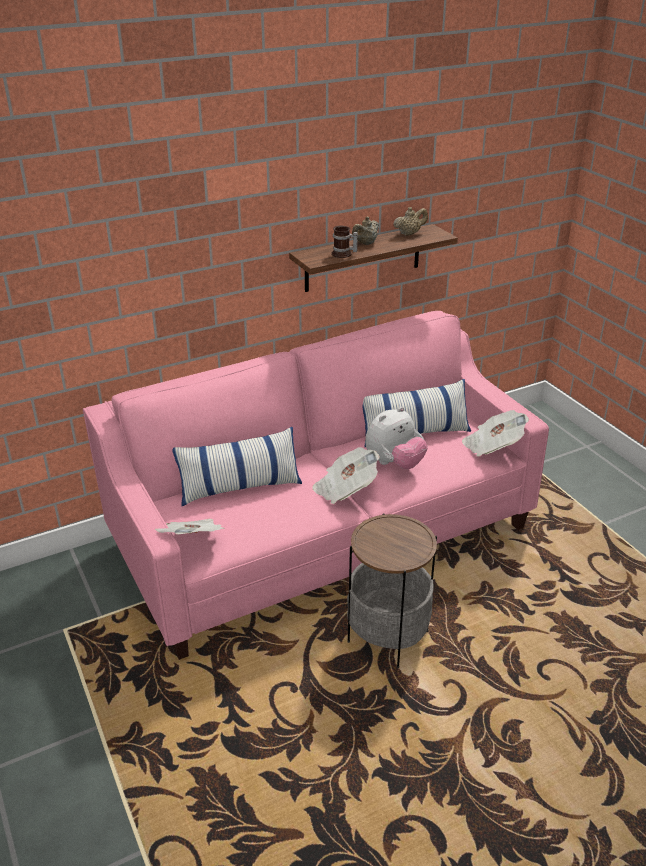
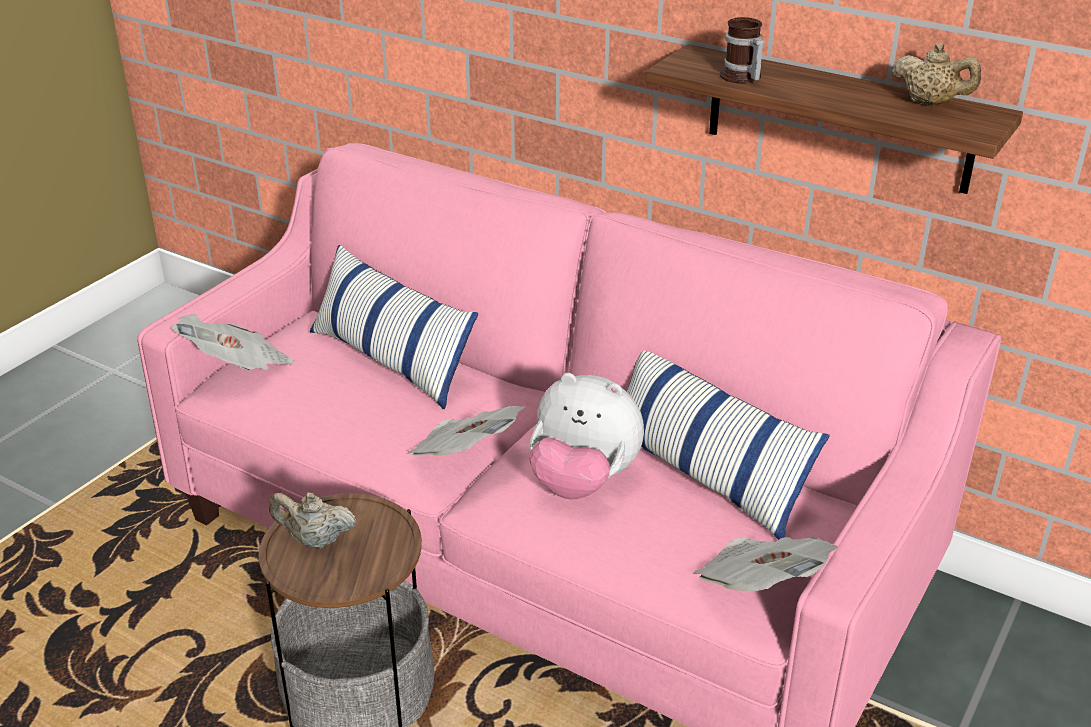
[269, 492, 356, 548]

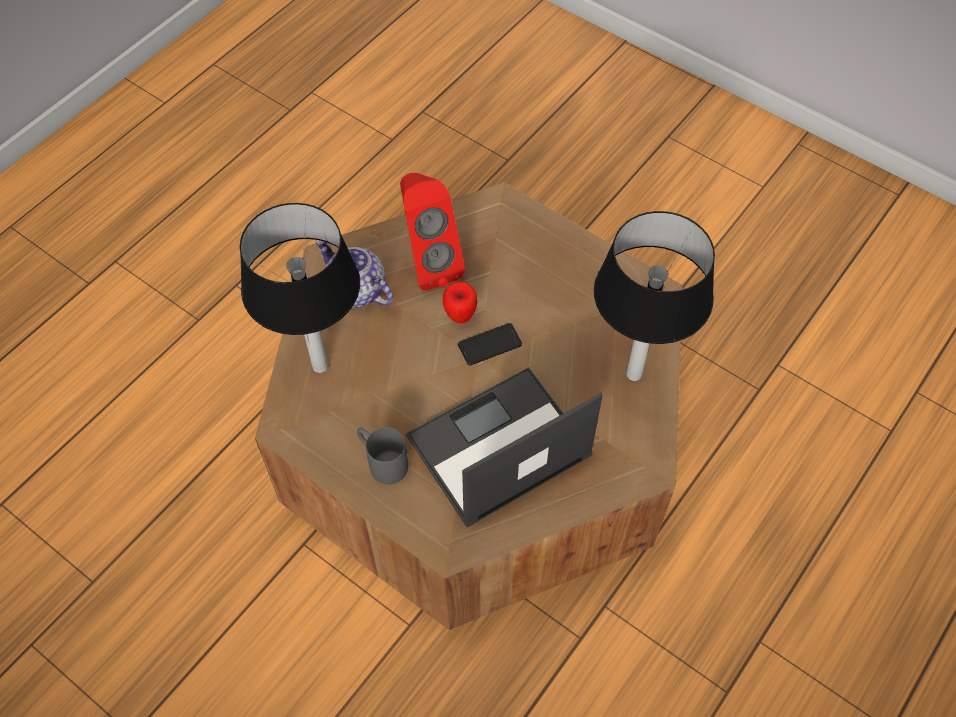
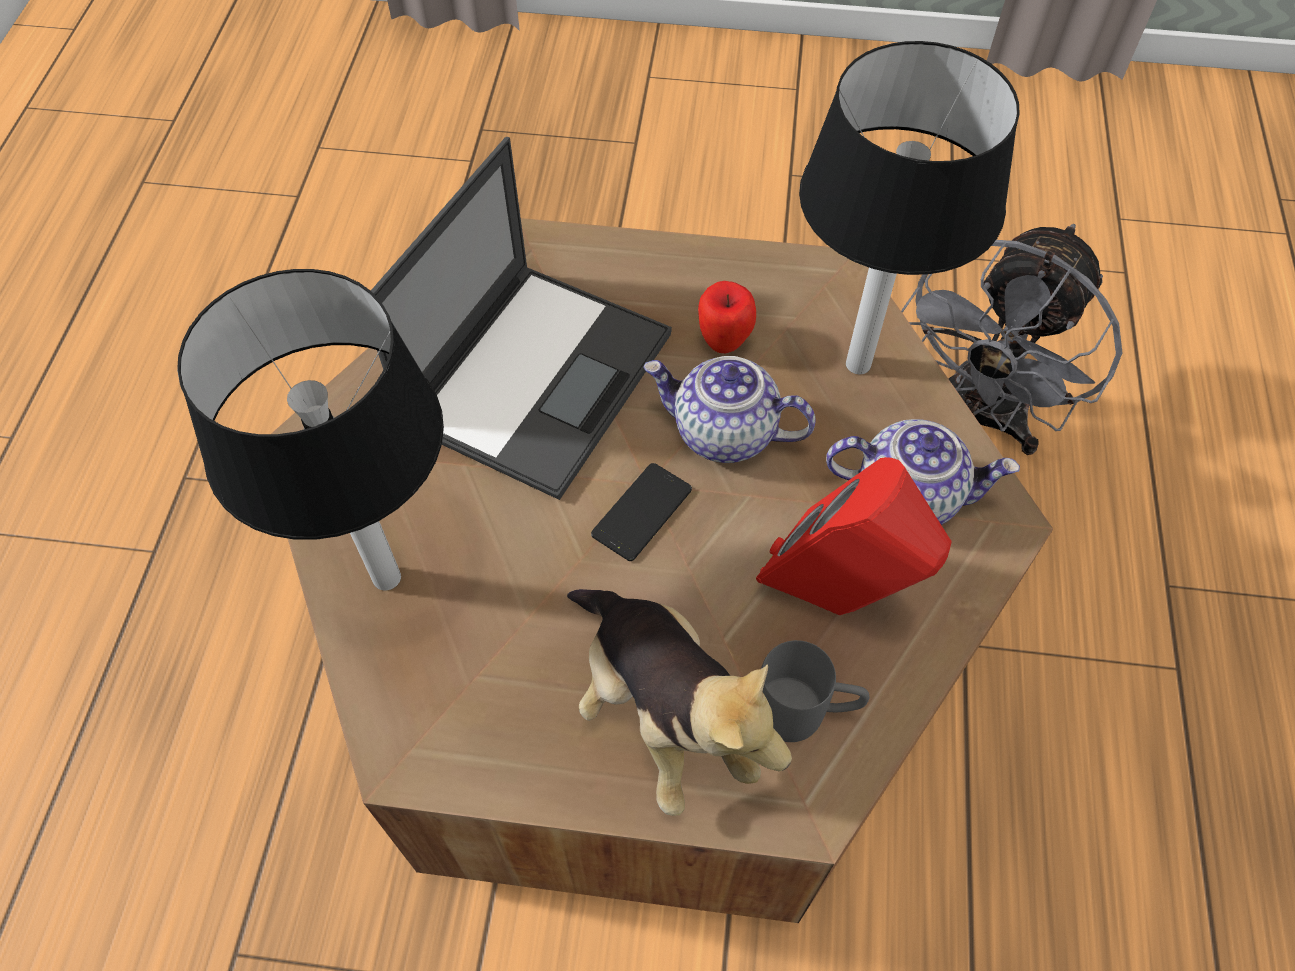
[567, 589, 792, 816]
[643, 356, 816, 463]
[698, 281, 756, 353]
[761, 640, 870, 742]
[901, 224, 1122, 455]

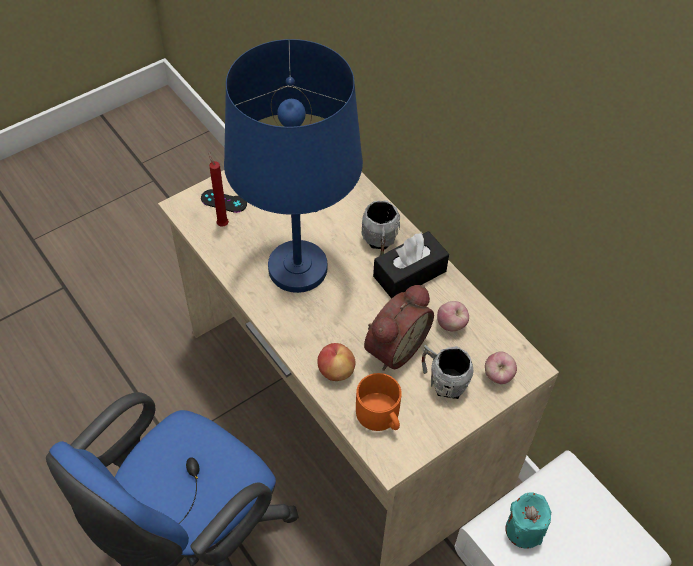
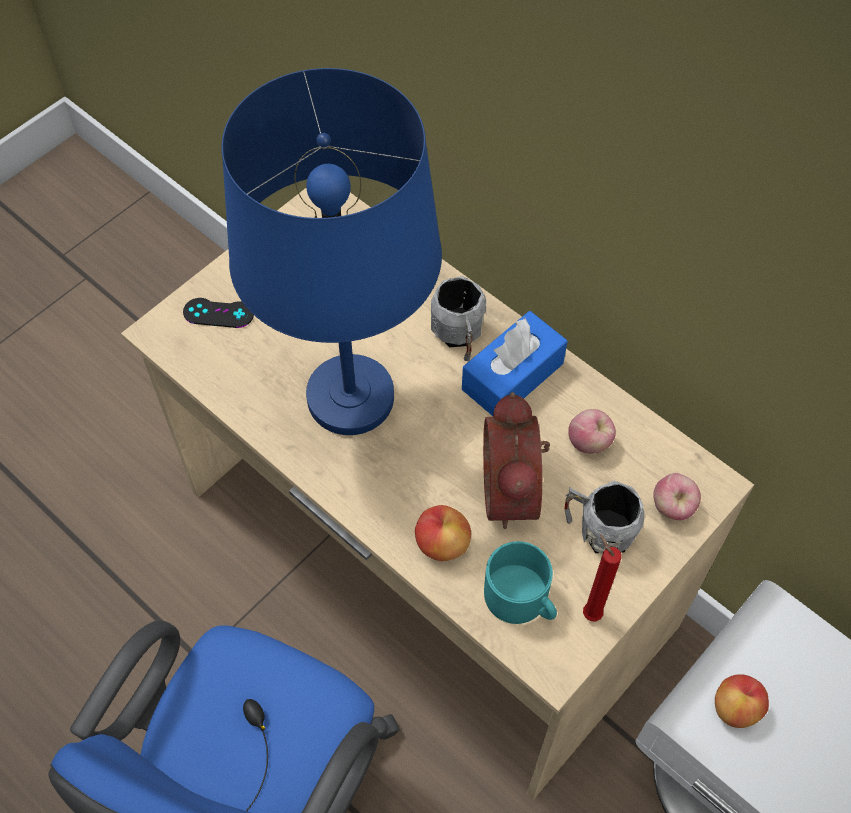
[462, 311, 568, 416]
[483, 392, 550, 529]
[484, 541, 557, 624]
[583, 534, 622, 622]
[715, 674, 769, 728]

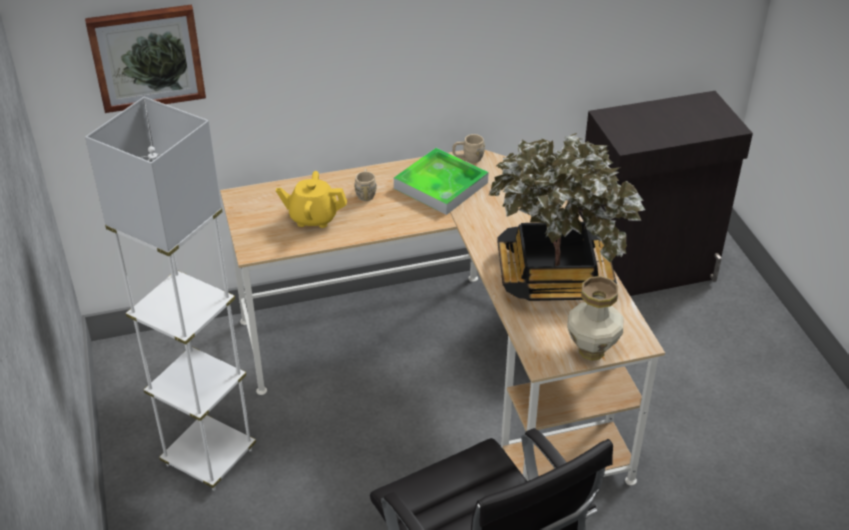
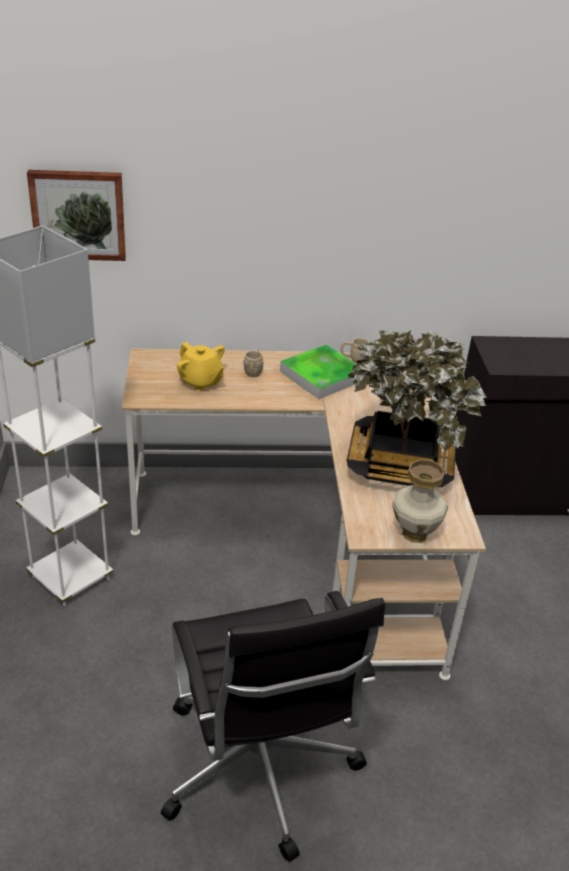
[177, 342, 225, 391]

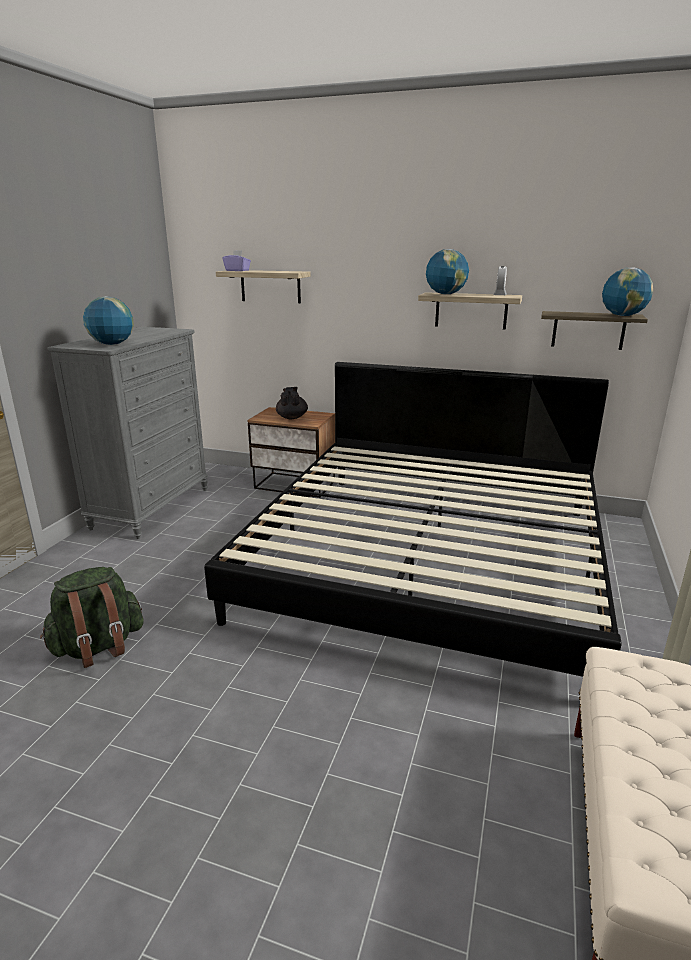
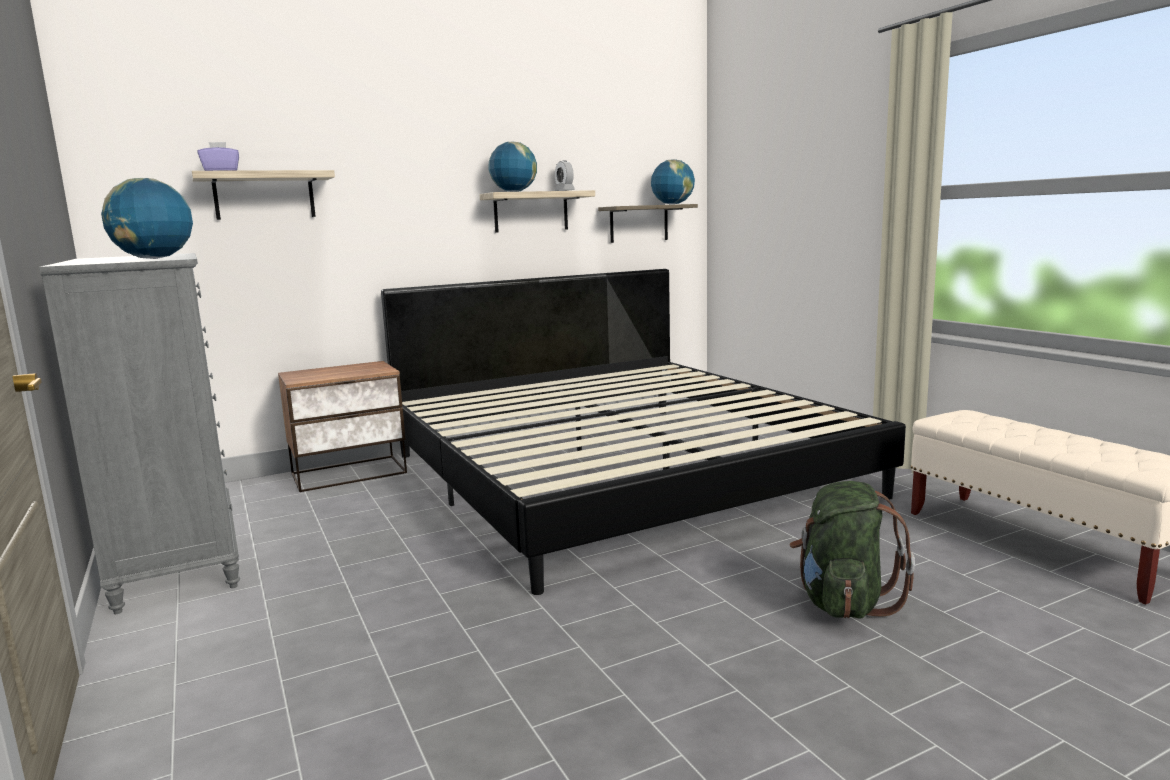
[790, 481, 915, 619]
[276, 387, 308, 419] (first image)

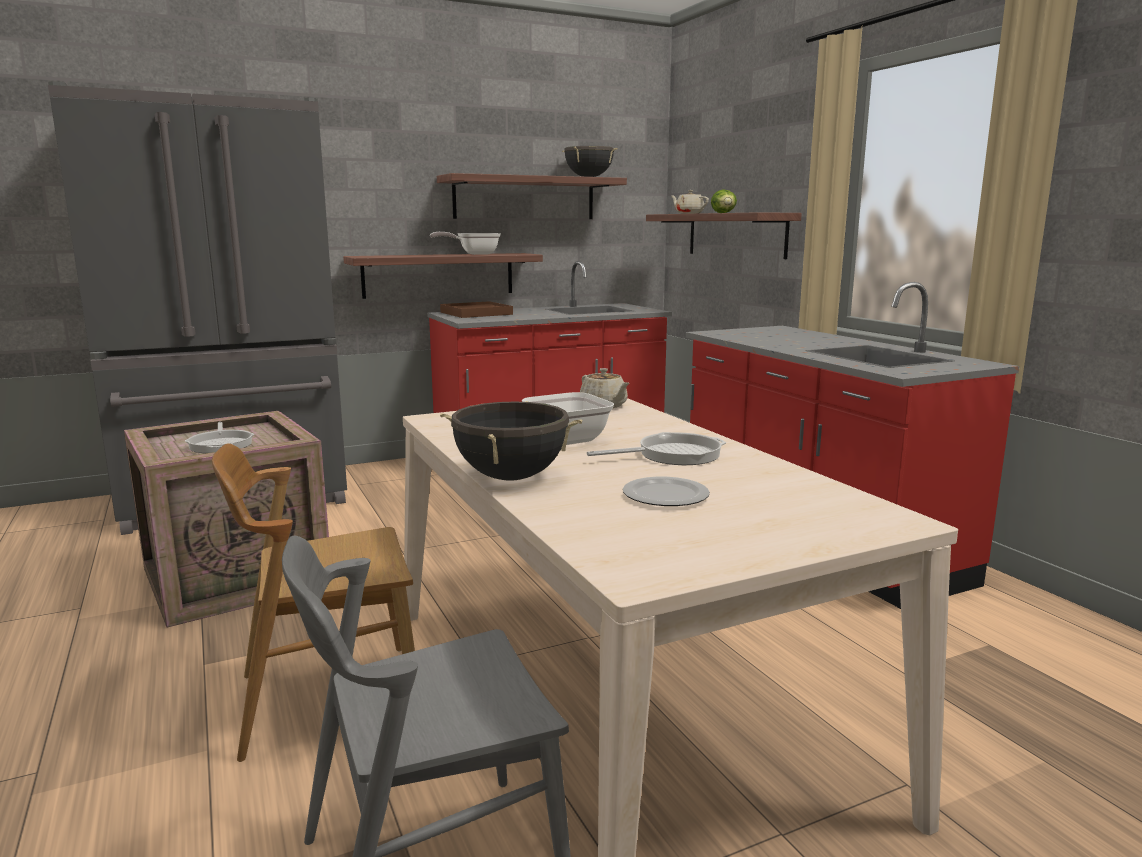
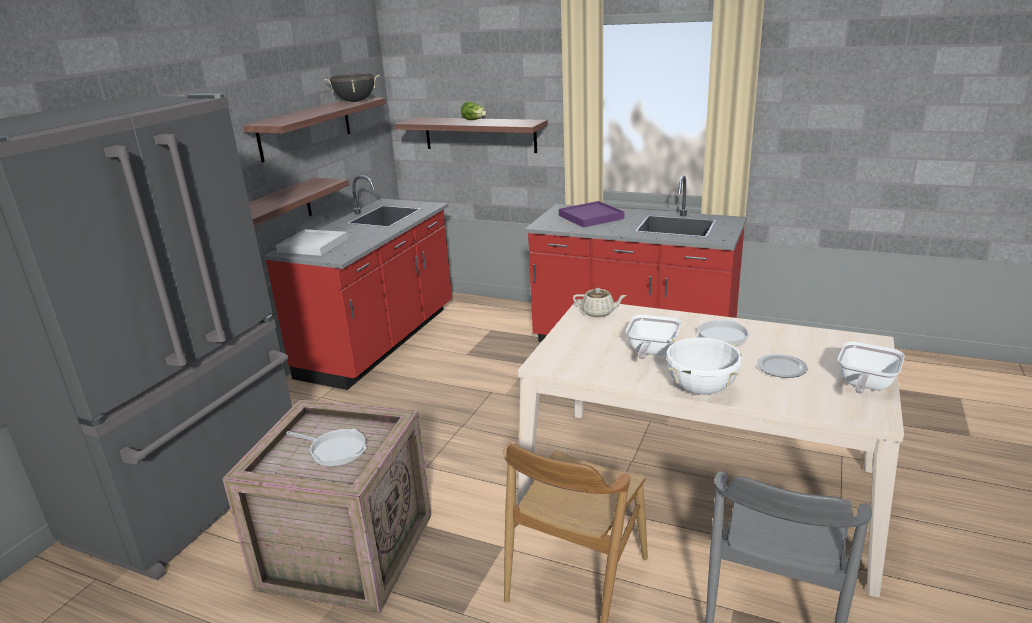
[276, 229, 348, 256]
[559, 201, 624, 228]
[666, 338, 742, 395]
[837, 342, 905, 394]
[671, 190, 709, 214] (first image)

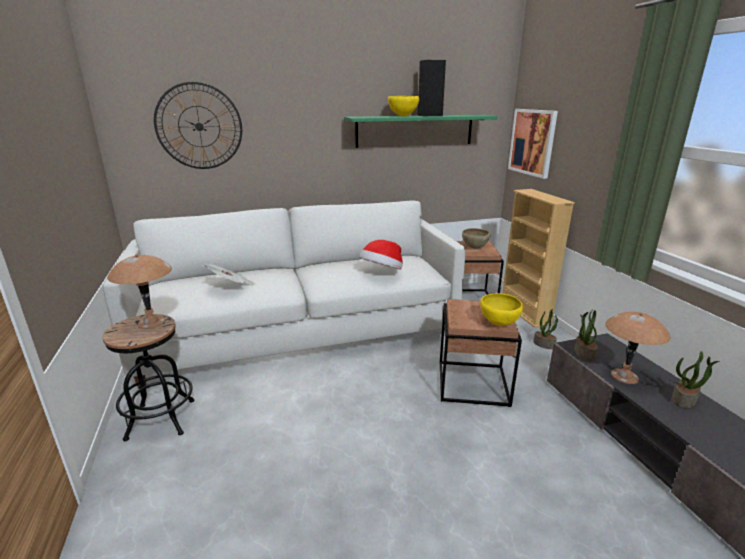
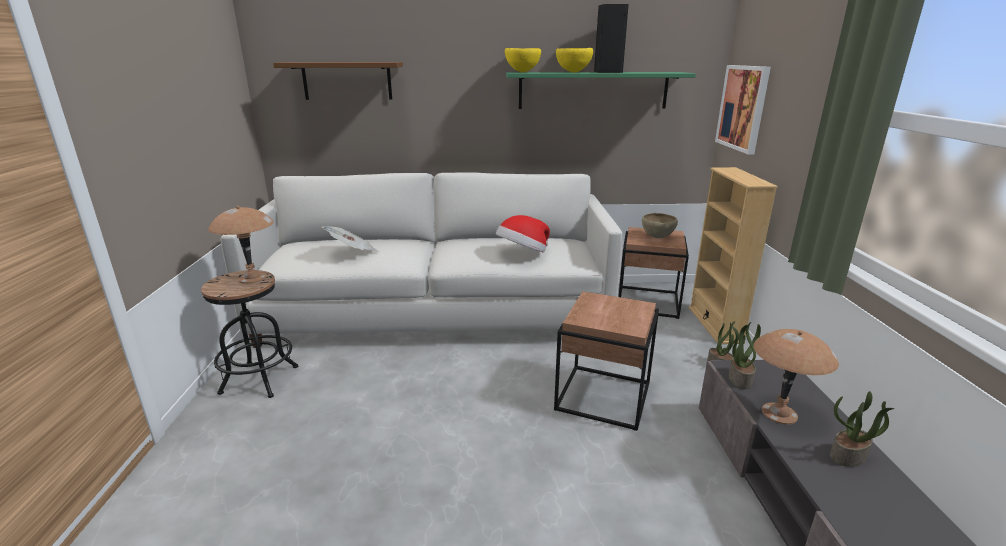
[273, 62, 403, 100]
[505, 48, 541, 72]

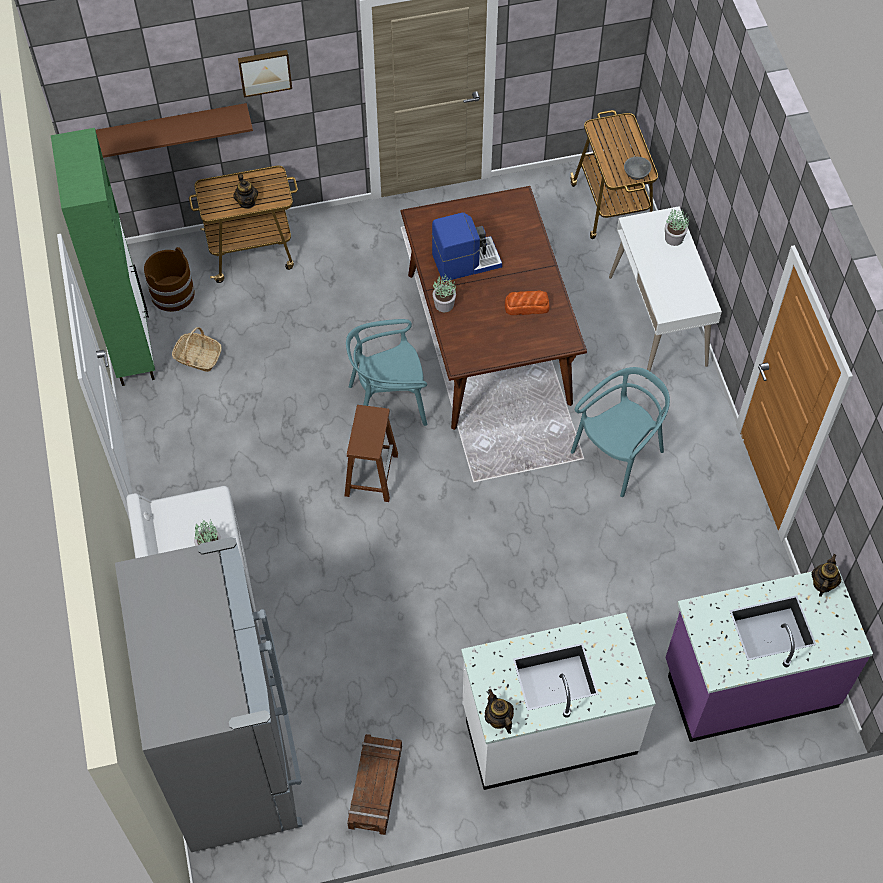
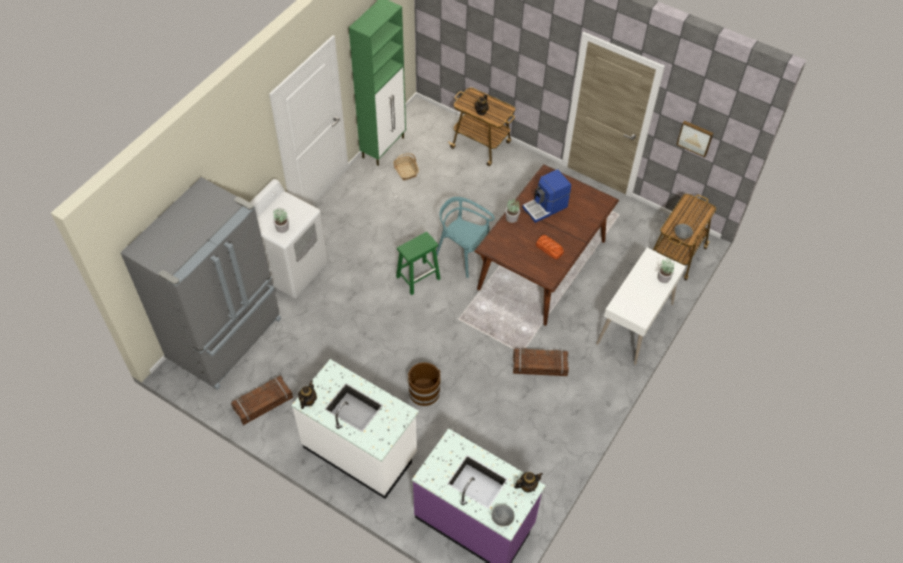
[396, 232, 440, 295]
[408, 362, 441, 406]
[491, 505, 515, 527]
[513, 348, 569, 376]
[522, 169, 571, 223]
[676, 121, 714, 157]
[96, 103, 253, 158] (first image)

